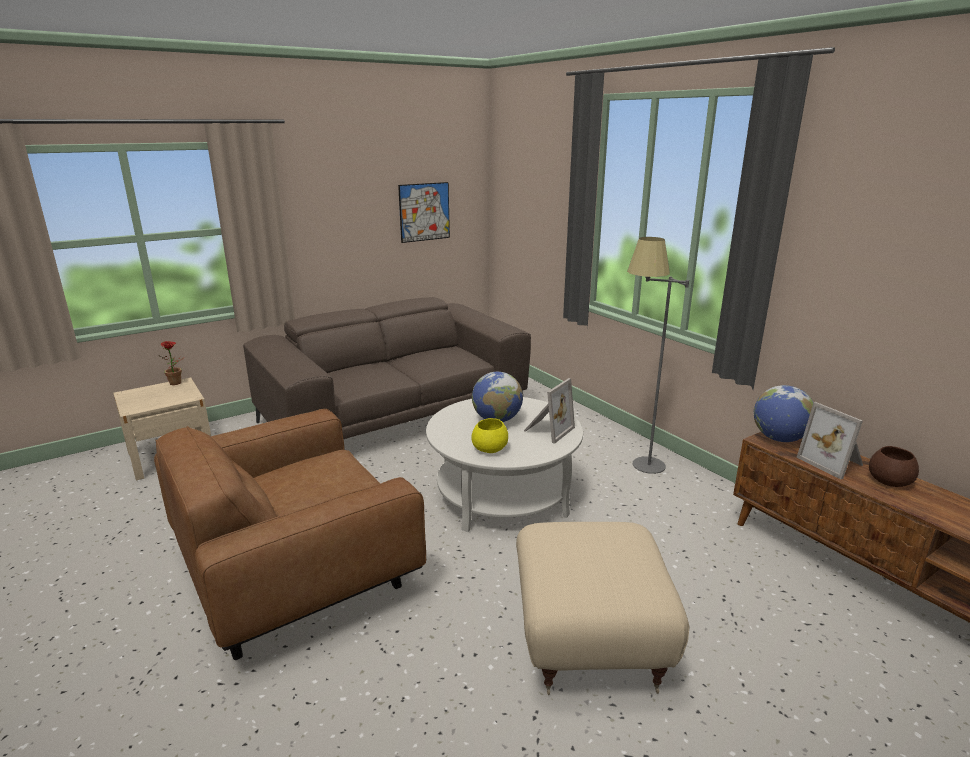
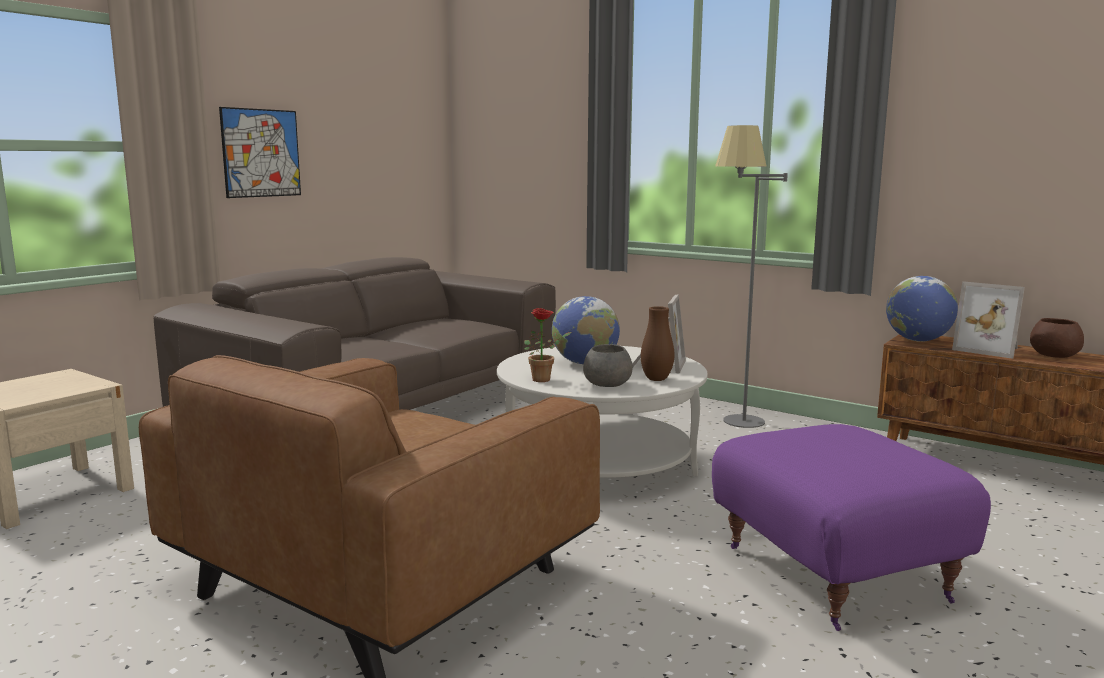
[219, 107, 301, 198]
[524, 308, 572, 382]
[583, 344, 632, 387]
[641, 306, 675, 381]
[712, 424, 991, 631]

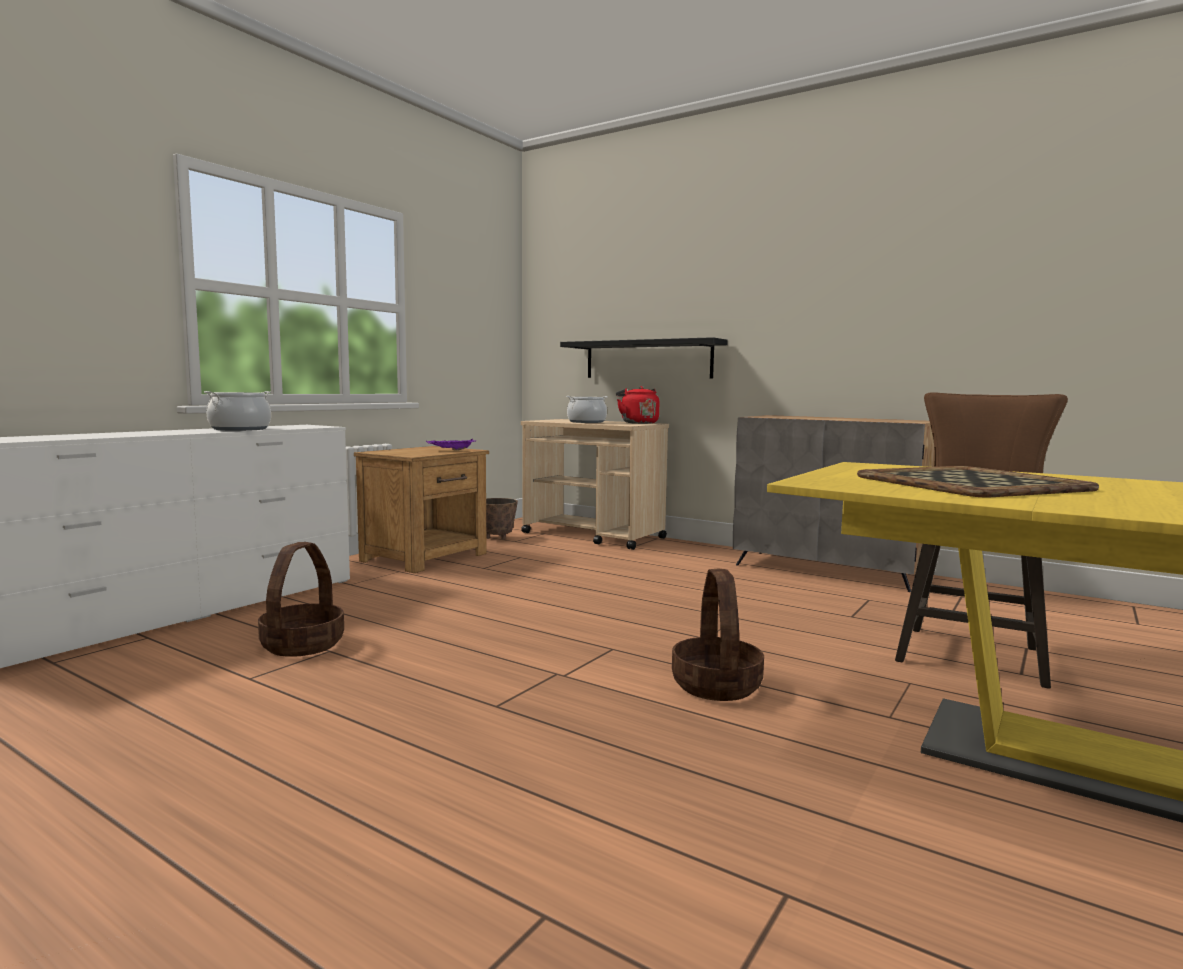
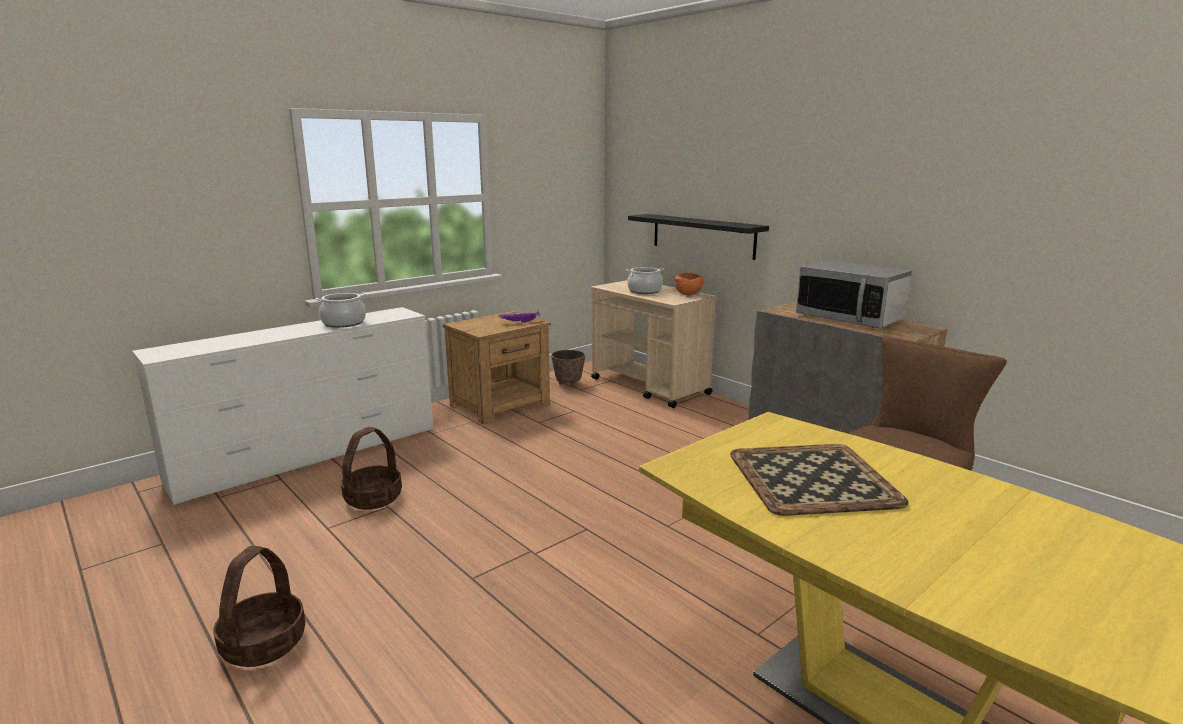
[213, 546, 305, 667]
[675, 273, 705, 295]
[796, 260, 912, 328]

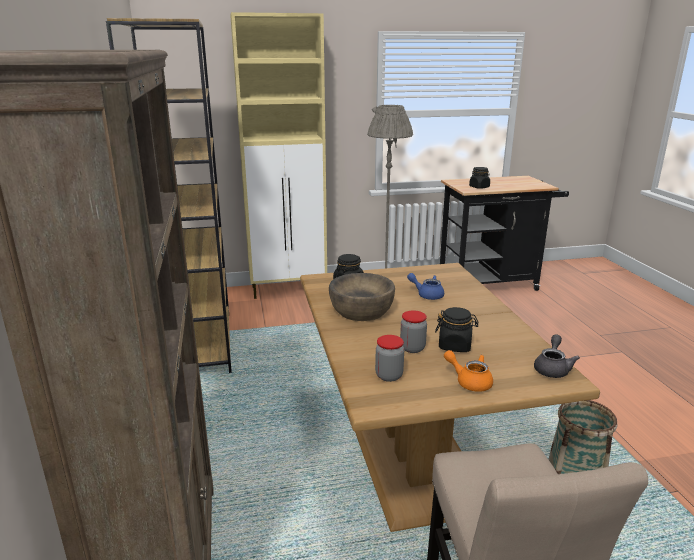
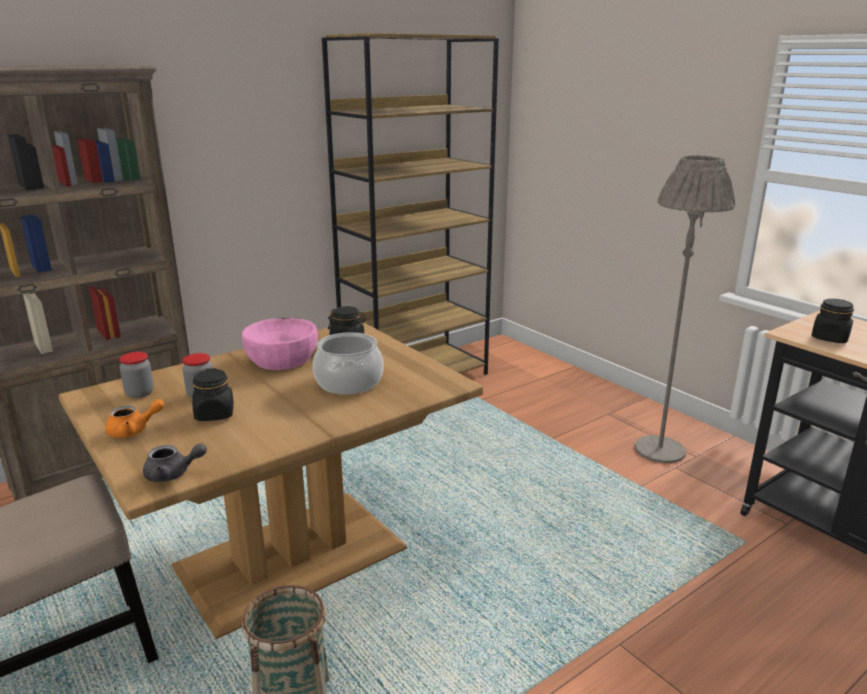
[105, 399, 165, 438]
[242, 318, 318, 370]
[313, 332, 383, 395]
[230, 12, 327, 299] (first image)

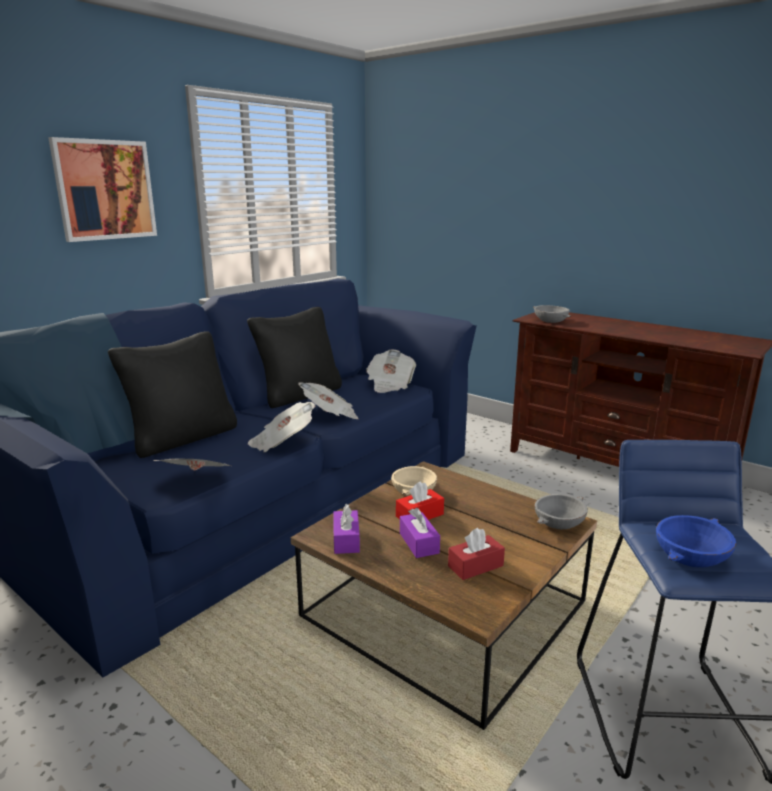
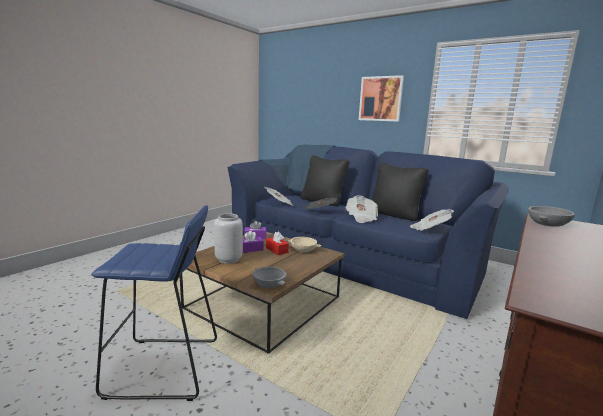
[214, 213, 243, 264]
[656, 515, 736, 567] (first image)

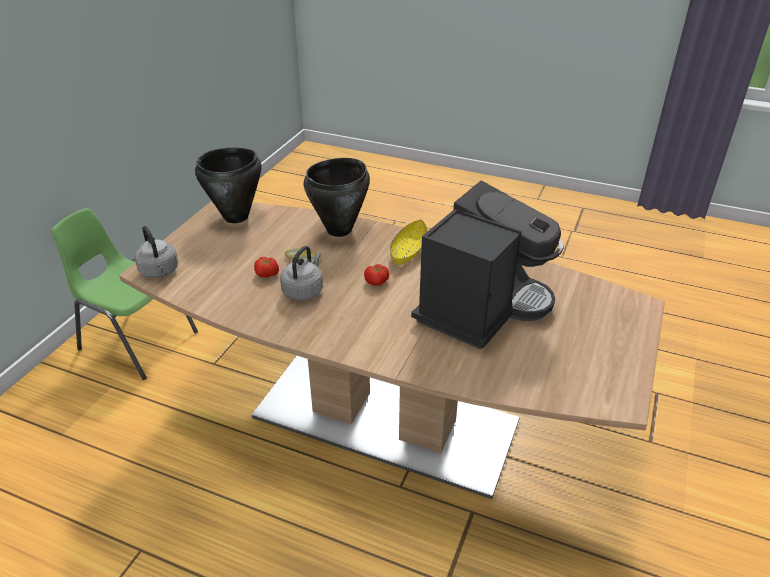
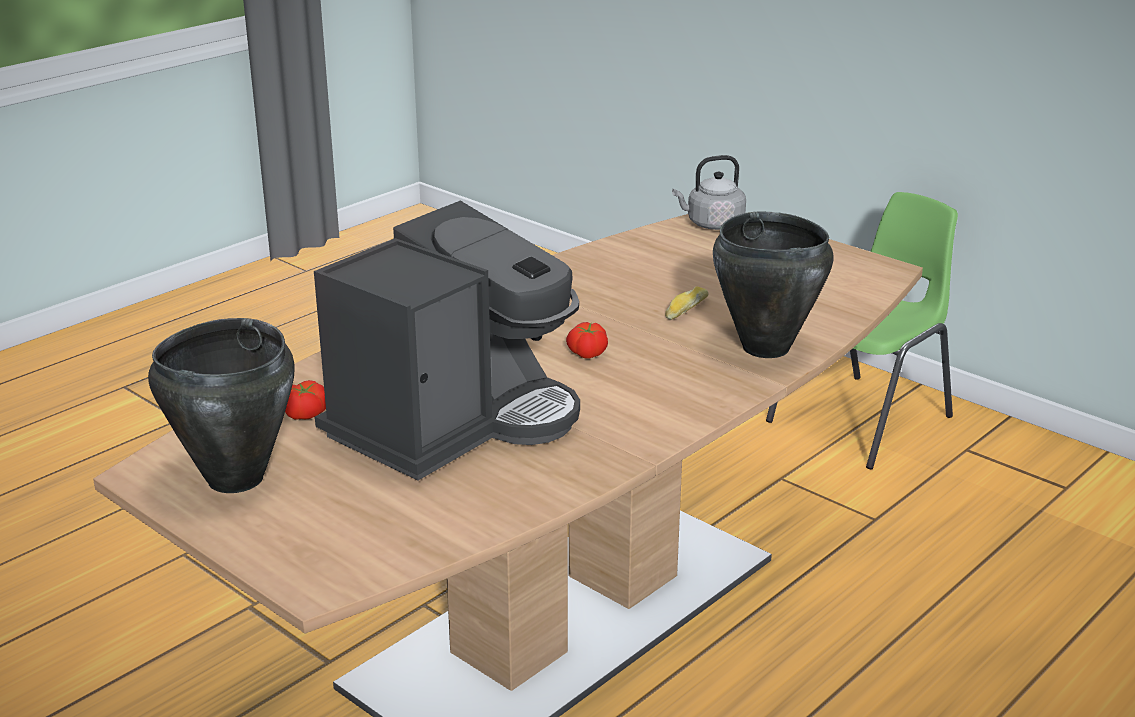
[148, 318, 295, 493]
[285, 380, 326, 420]
[314, 200, 580, 480]
[280, 246, 323, 301] (first image)
[390, 220, 427, 266] (first image)

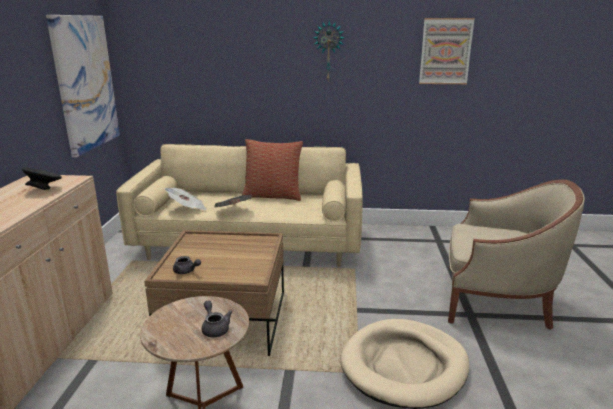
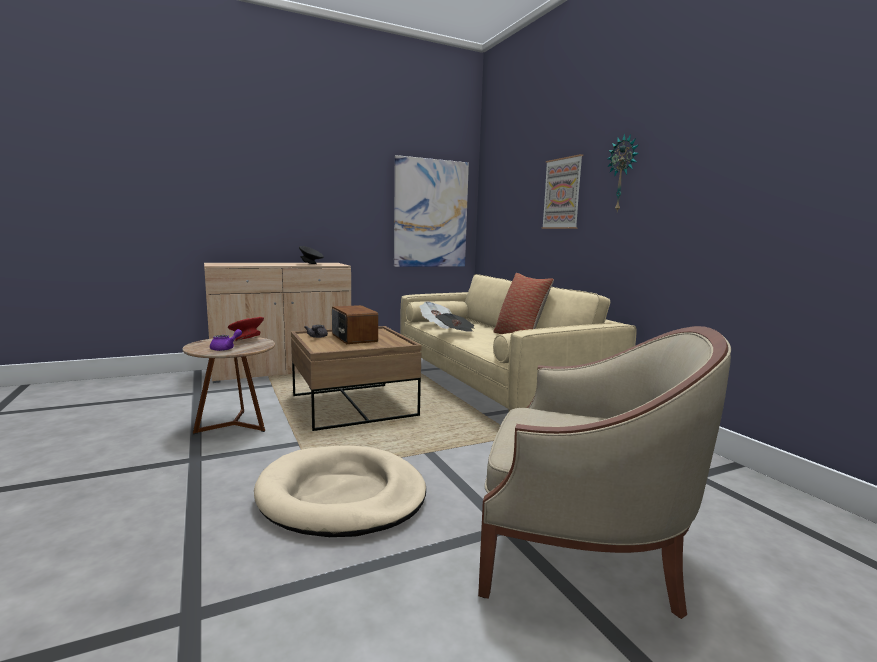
[210, 329, 242, 351]
[228, 317, 264, 341]
[332, 305, 378, 344]
[478, 326, 731, 619]
[541, 154, 583, 229]

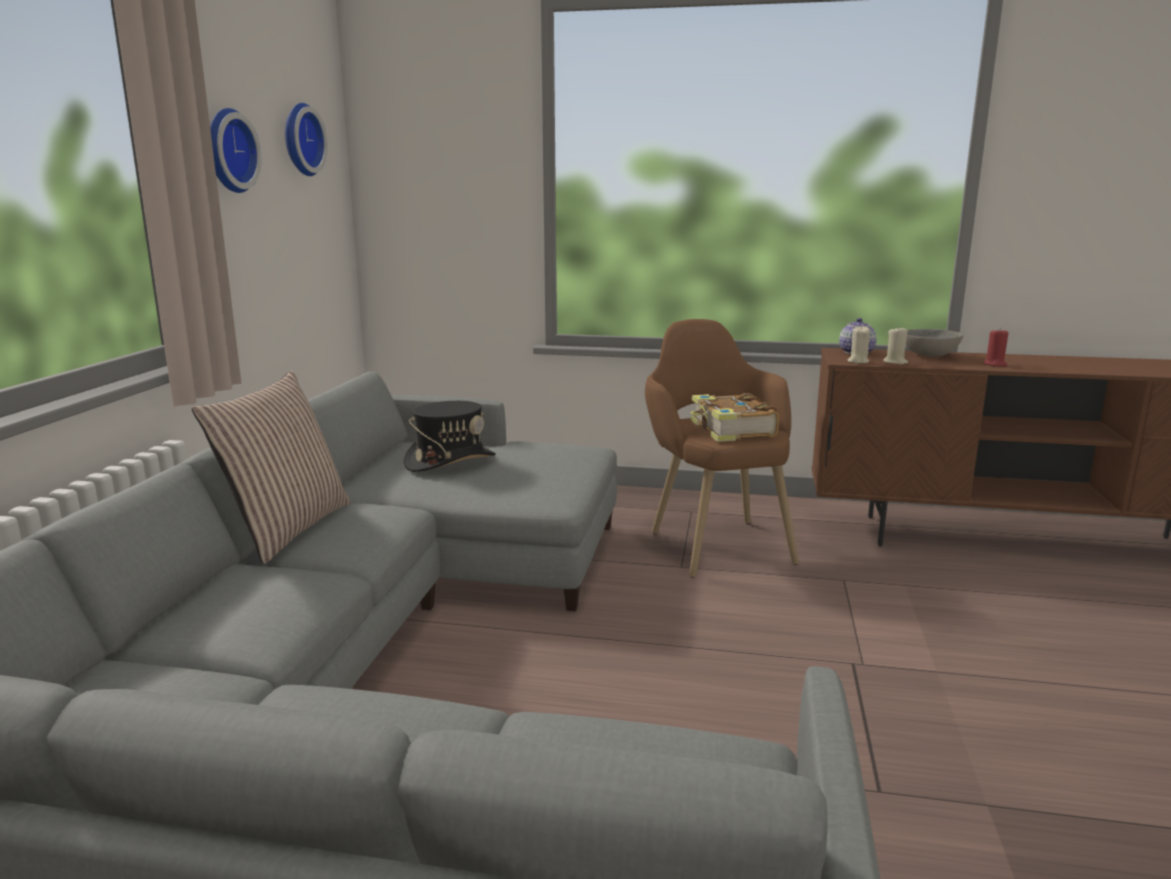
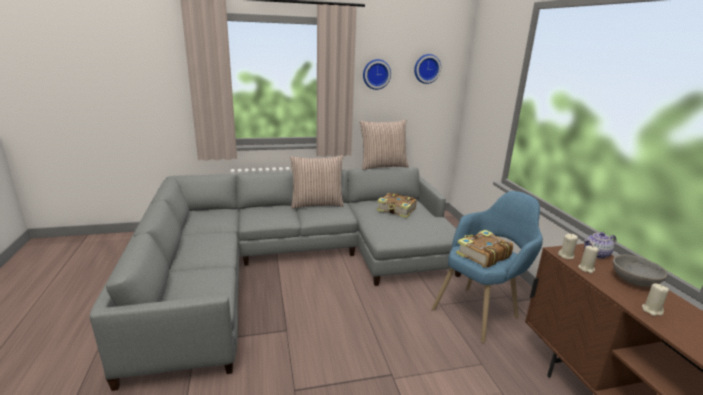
[360, 120, 409, 170]
[377, 193, 417, 218]
[432, 191, 543, 343]
[642, 283, 669, 316]

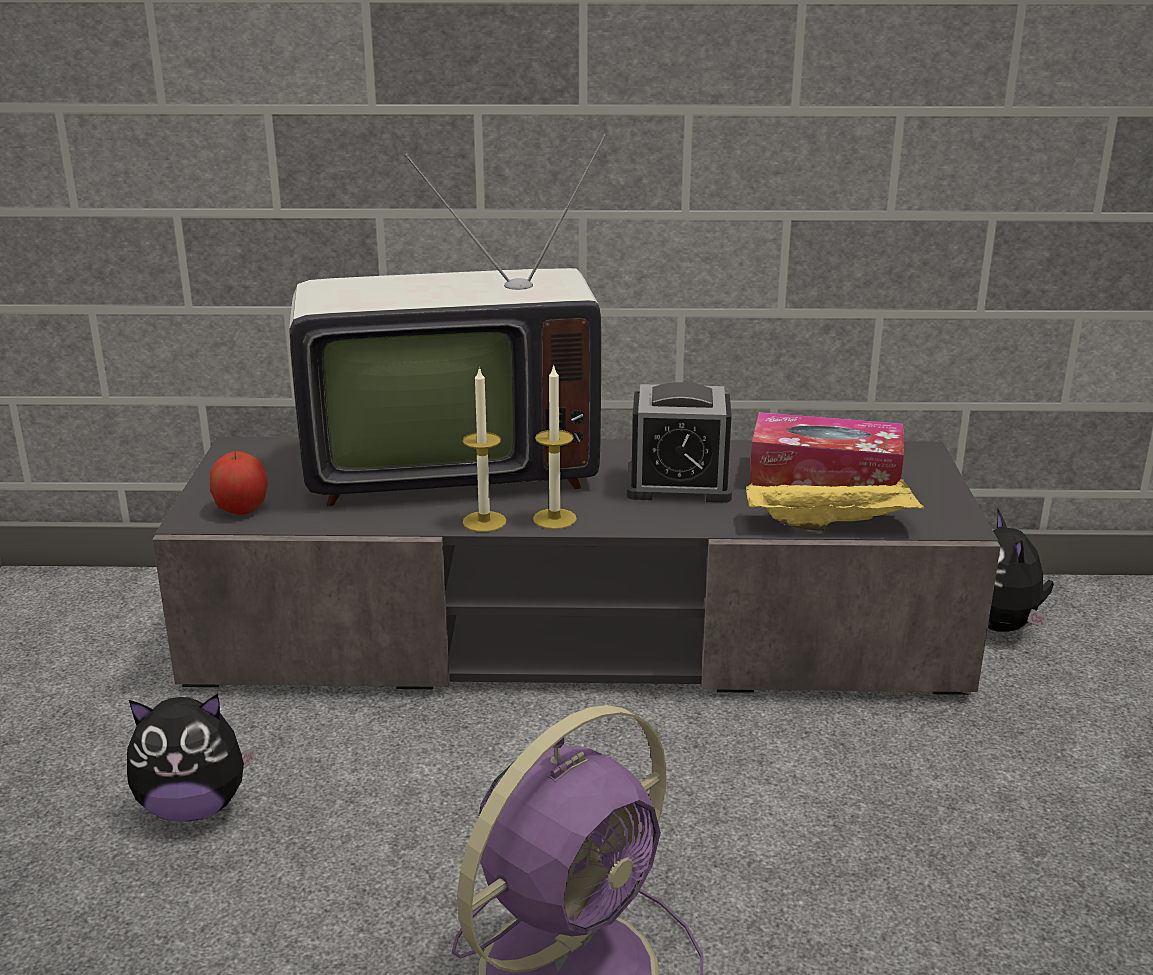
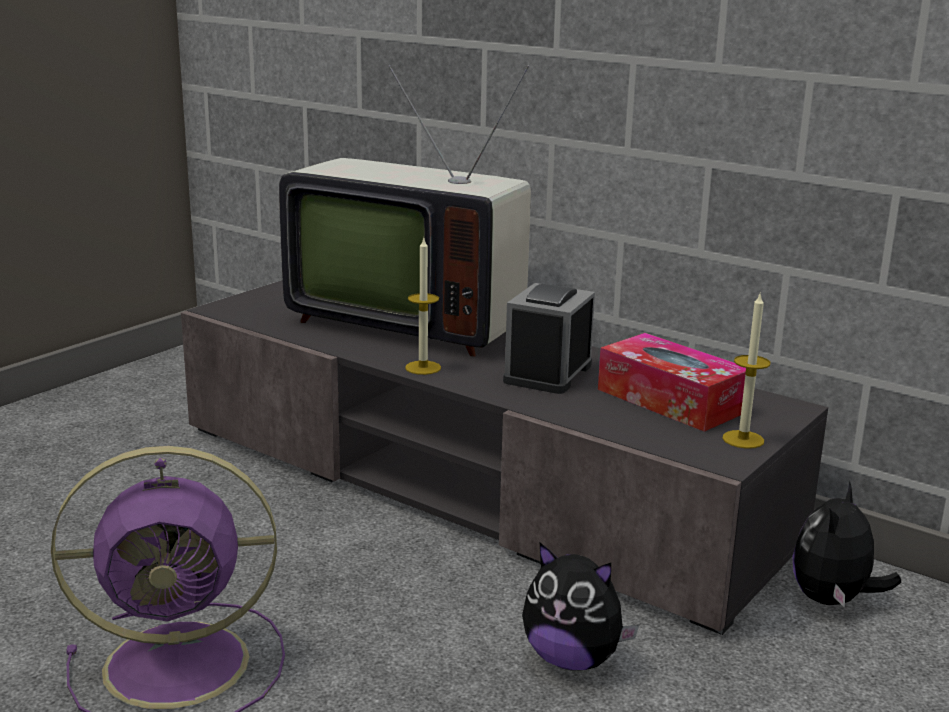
[503, 283, 595, 394]
[522, 543, 639, 670]
[722, 292, 771, 449]
[210, 451, 268, 515] (first image)
[746, 479, 924, 531] (first image)

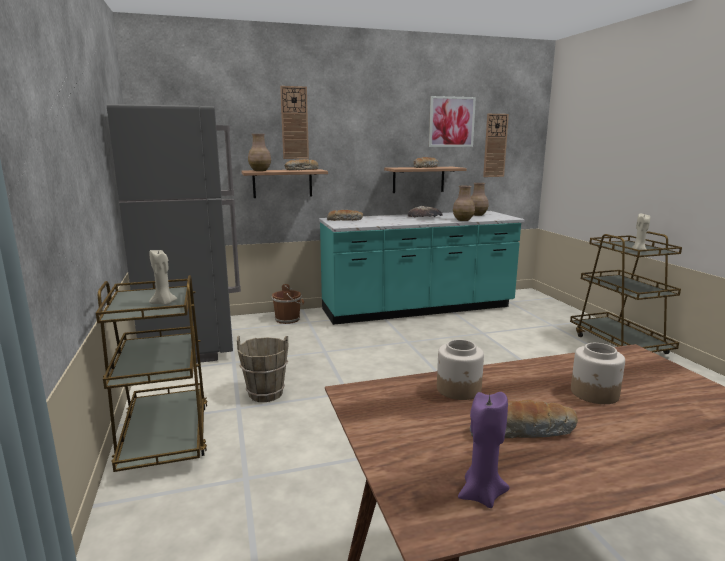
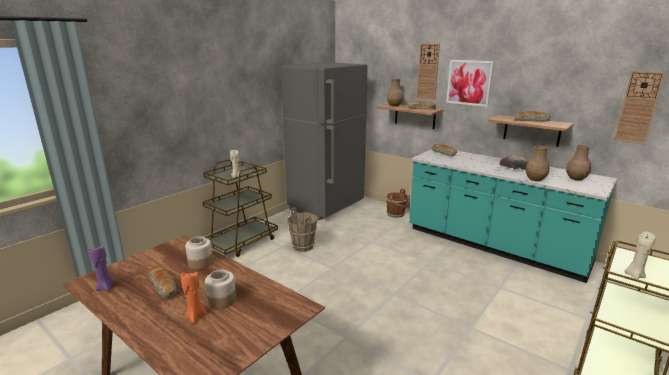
[181, 272, 206, 324]
[446, 60, 494, 107]

